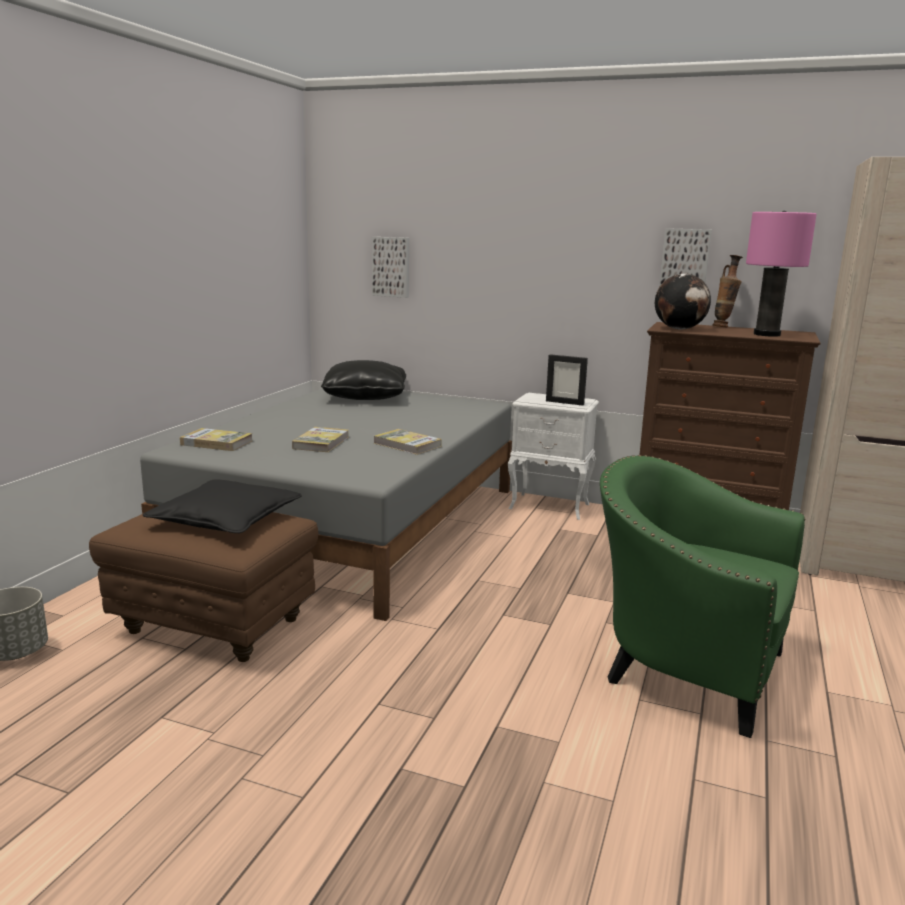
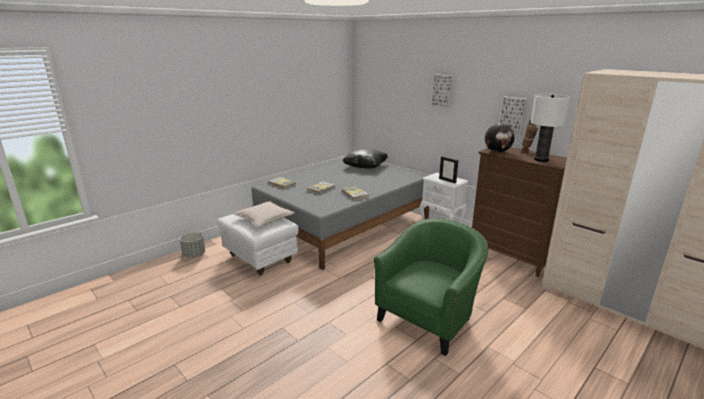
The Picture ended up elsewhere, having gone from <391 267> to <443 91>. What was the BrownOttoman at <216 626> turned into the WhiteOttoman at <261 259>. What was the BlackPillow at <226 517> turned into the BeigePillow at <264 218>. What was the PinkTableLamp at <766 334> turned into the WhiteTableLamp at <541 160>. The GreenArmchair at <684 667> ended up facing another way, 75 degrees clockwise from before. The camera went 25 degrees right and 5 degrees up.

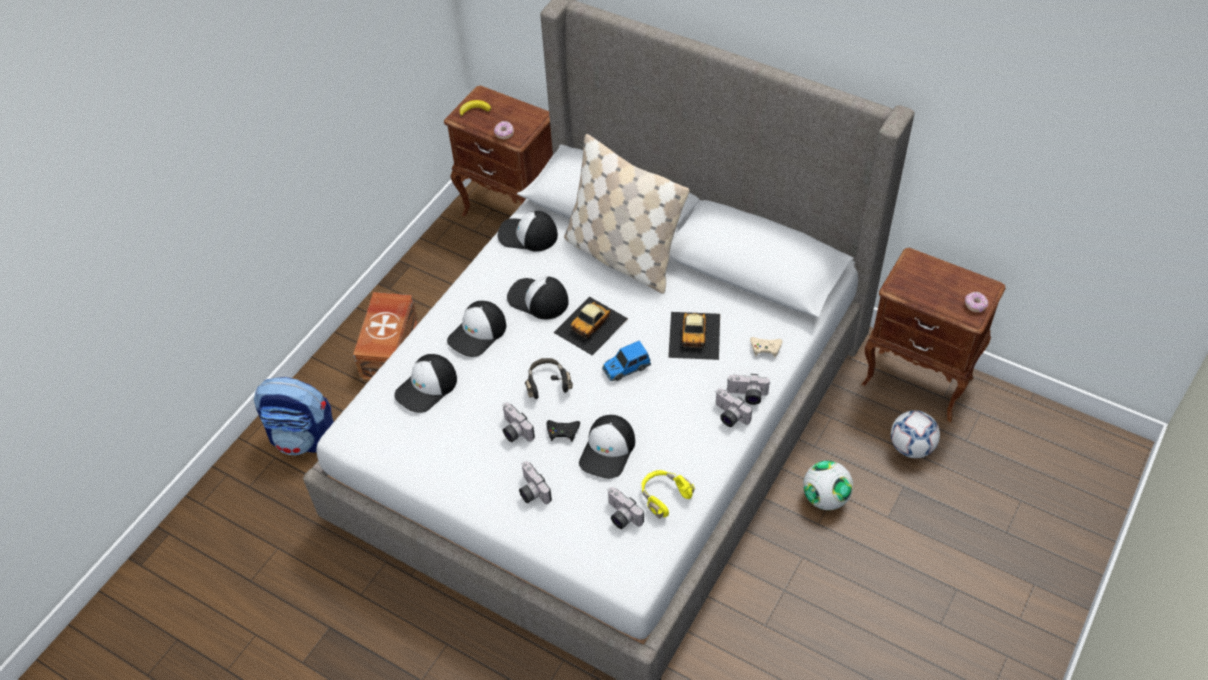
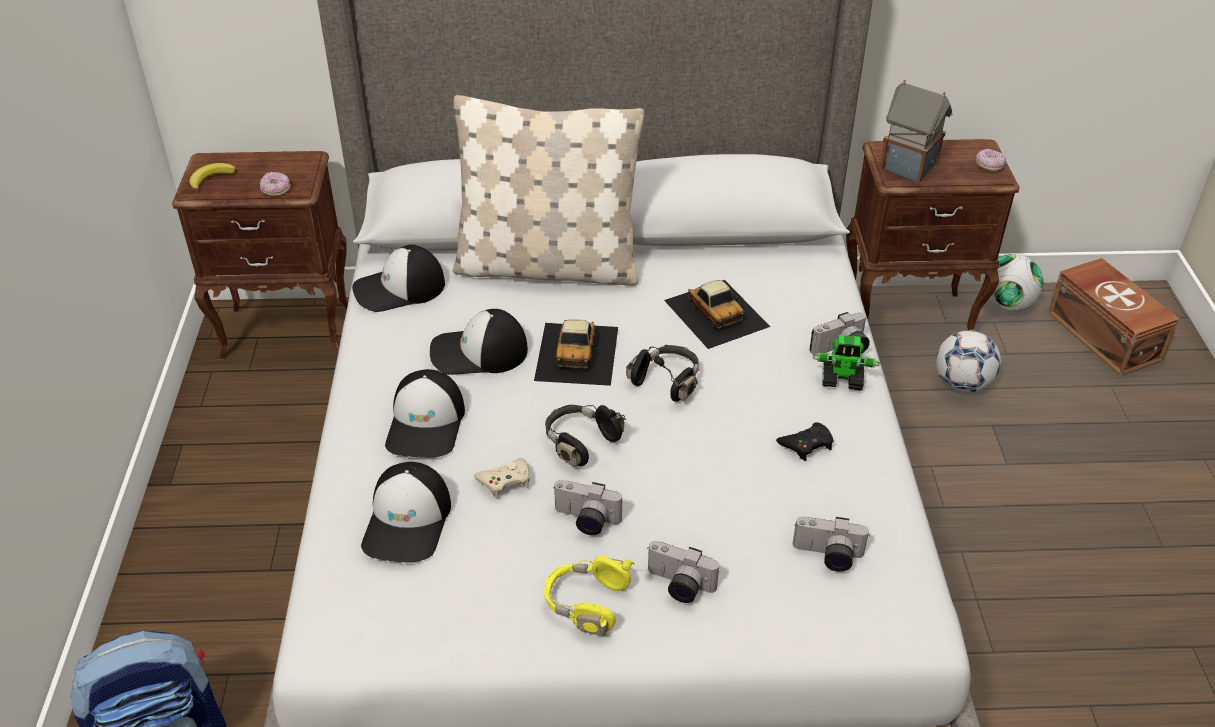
The second view lost the Cap at <608 451>. The second view gained the ToyHouse at <910 166>. The BrownStorageBox ended up elsewhere, having gone from <391 348> to <1103 334>. The BlackGameController ended up elsewhere, having gone from <562 431> to <806 444>. The YellowHeadphones ended up elsewhere, having gone from <664 497> to <587 604>. The BeigeGameController ended up elsewhere, having gone from <765 348> to <505 481>. The Football ended up elsewhere, having gone from <825 498> to <1006 305>. Where the ToyCar stood at <626 368>, the BlackHeadphones came to stand at <667 381>. Where the PhotoCamera stood at <729 416>, the ToyRobot came to stand at <842 380>. The camera went 35 degrees left and 10 degrees down.

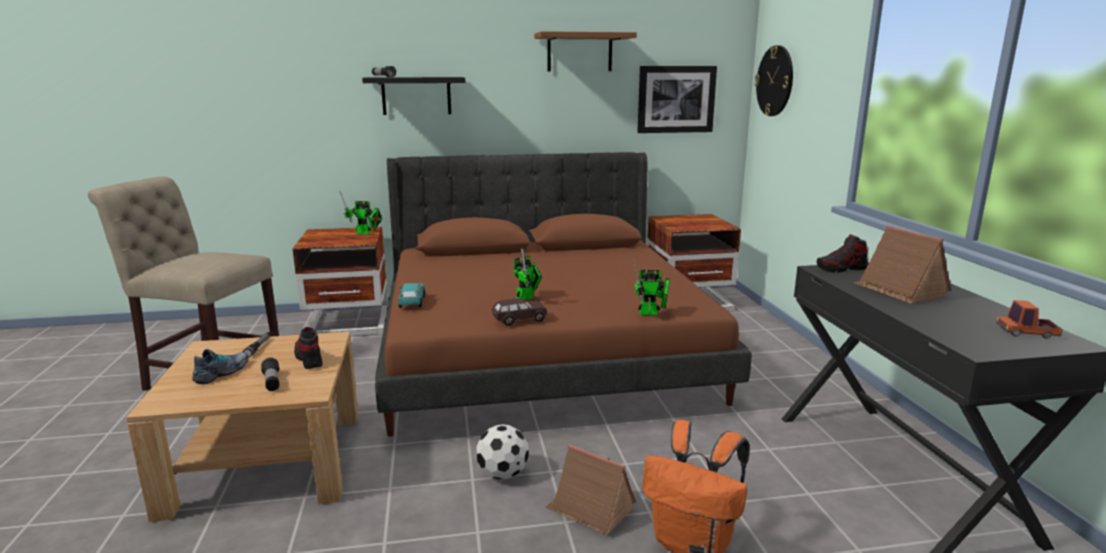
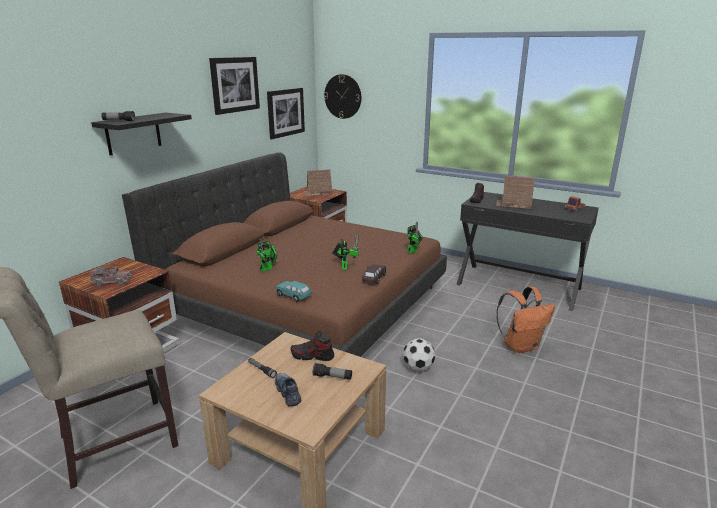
The second view gained the ToyTruck at <111 282>. The ToyRobot ended up elsewhere, having gone from <365 233> to <268 268>. The ToyHouse ended up elsewhere, having gone from <590 509> to <317 192>. Where the BrownShelf hung at <579 52>, the Picture came to hang at <234 84>. The camera went 50 degrees left and 5 degrees up.

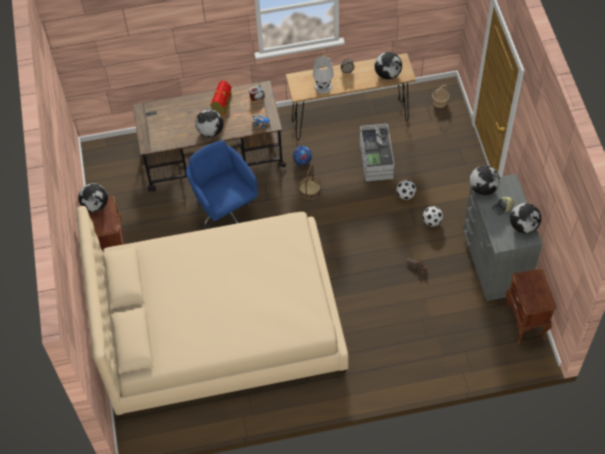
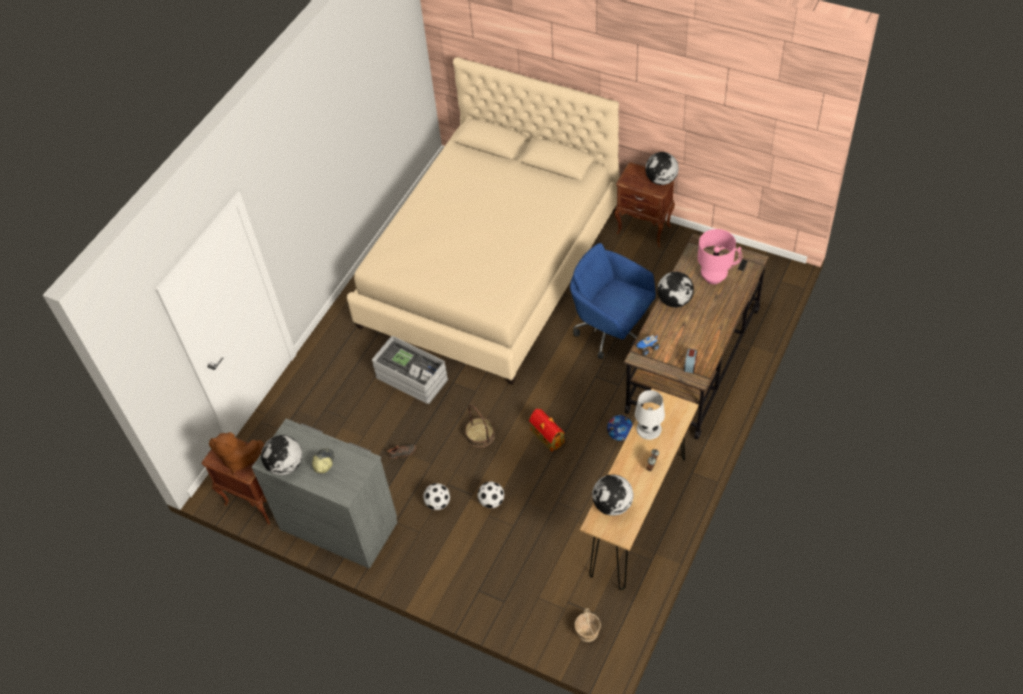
The second view lost the Globe at <483 188>. The second view gained the BrownPlushToy at <239 459>. The second view gained the PinkTableLamp at <719 269>. The ToyHouse ended up elsewhere, having gone from <221 105> to <547 436>. The Basket ended up elsewhere, having gone from <309 190> to <480 435>. The GreyStorageBox ended up elsewhere, having gone from <375 159> to <412 377>. The BlueOfficeChair at <225 212> ended up facing another way, 150 degrees counterclockwise from before. The camera went 130 degrees right and 5 degrees down.

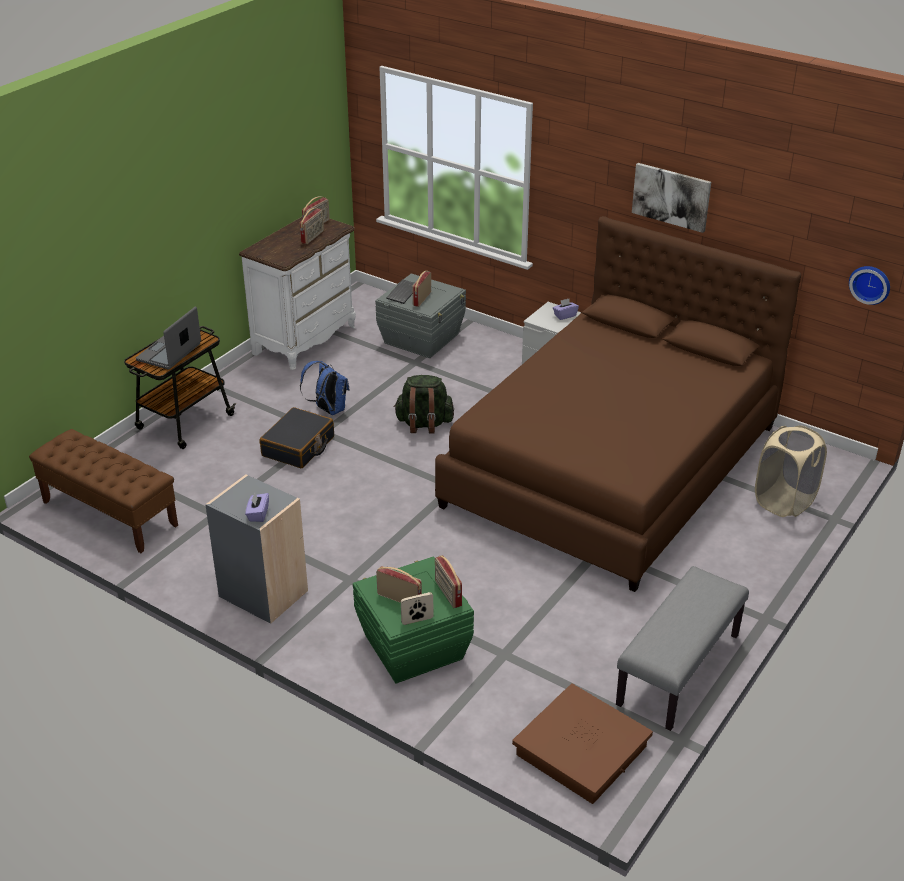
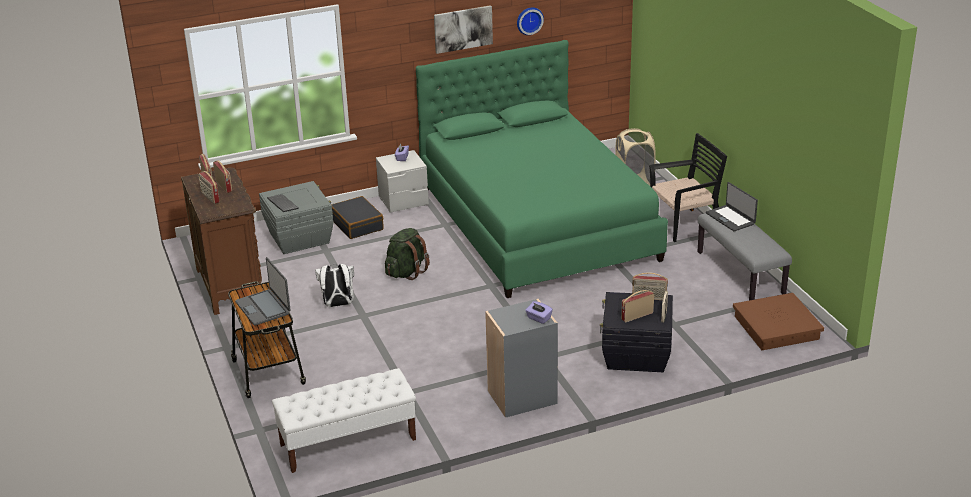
The second view gained the BlackArmchair at <684 225>. The second view gained the Laptop at <730 218>. The BlackSuitcase ended up elsewhere, having gone from <298 447> to <357 225>. The Radio ended up elsewhere, having gone from <421 298> to <209 197>. The WallClock ended up elsewhere, having gone from <870 283> to <529 20>. What was the BrownBench at <109 513> turned into the WhiteBench at <347 442>. What was the WhiteDresser at <306 340> turned into the BrownDresser at <231 285>. What was the BlueBackpack at <328 410> turned into the WhiteBackpack at <338 304>. What was the GreenStorageBox at <412 647> turned into the BlackStorageBox at <635 355>. What was the BrownBed at <612 466> turned into the GreenBed at <537 222>. The camera went 55 degrees left and 5 degrees down.

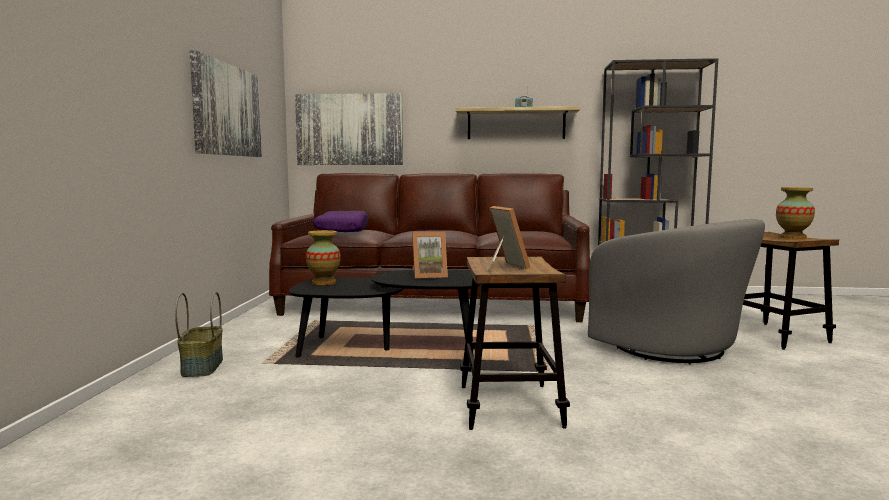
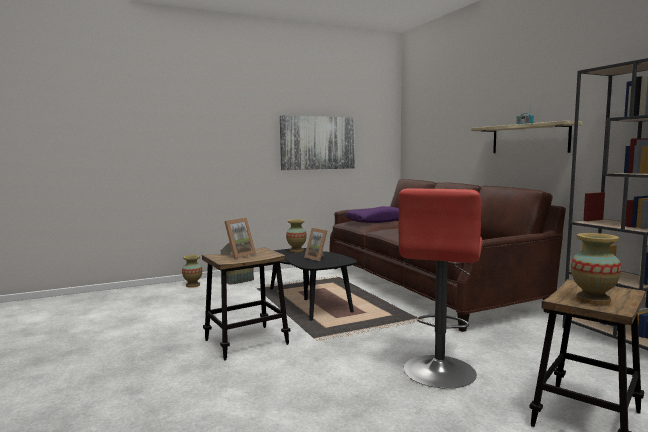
The second view lost the Picture at <349 129>. The second view gained the Vase at <193 285>. Where the GreyArmchair stood at <670 348>, the RedStool came to stand at <438 371>. The camera went 60 degrees right and 0 degrees up.

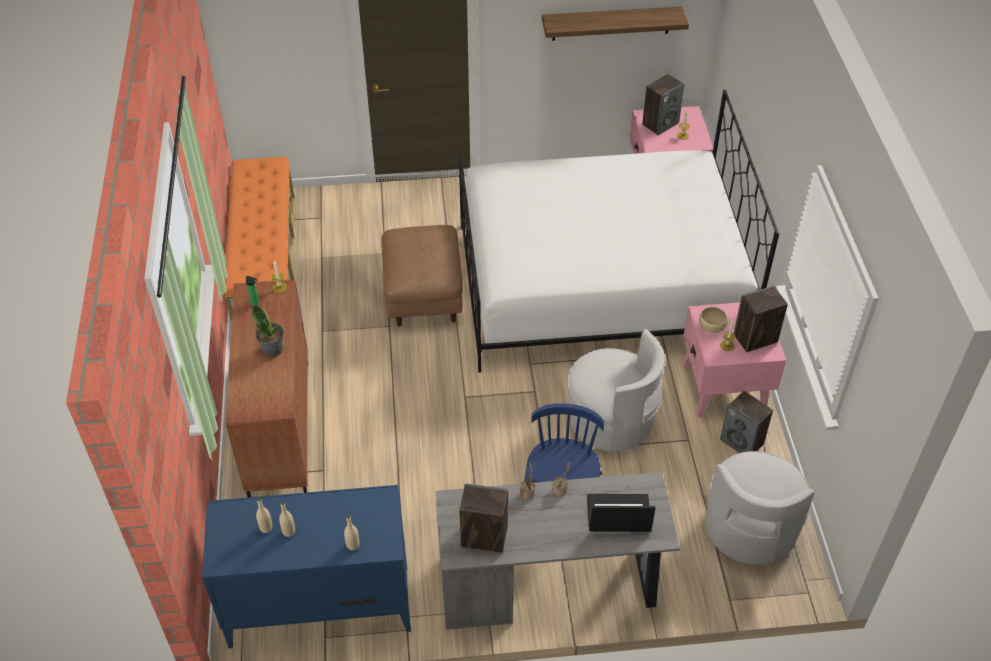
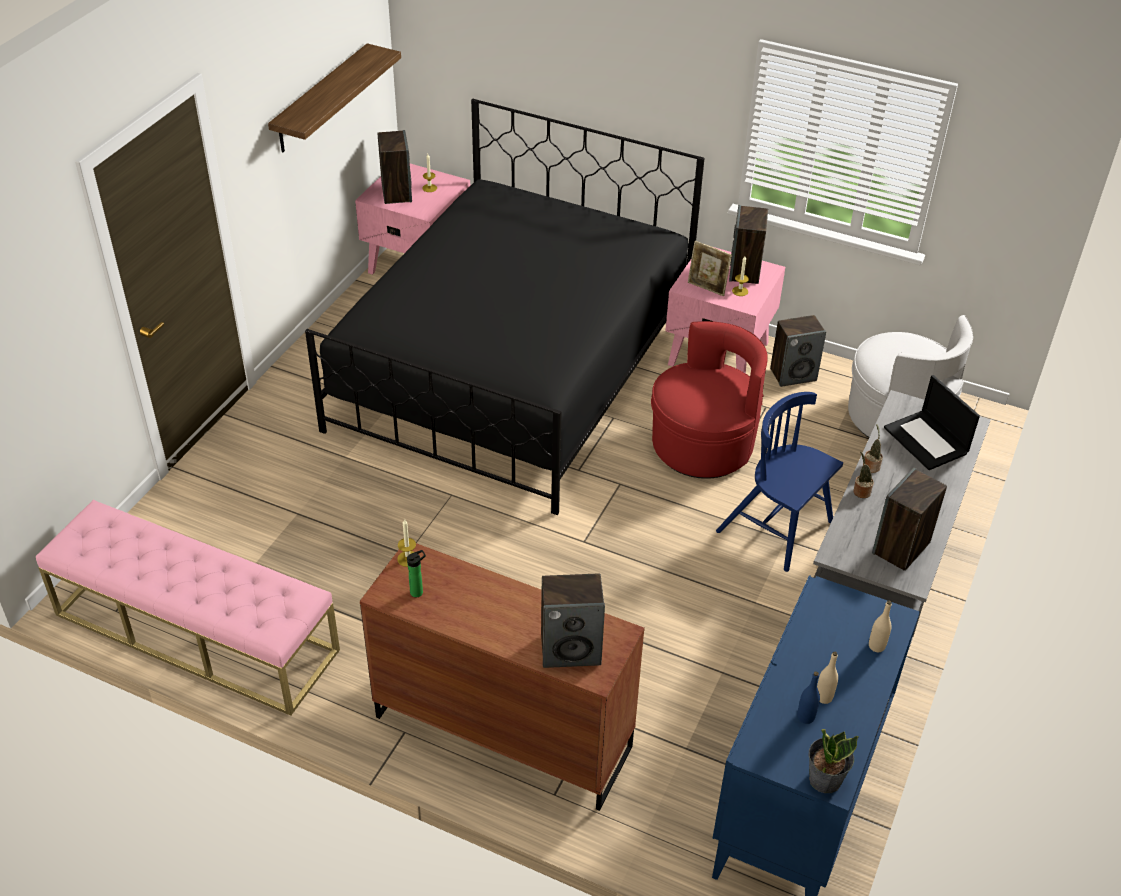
The second view lost the BrownOttoman at <424 298>. The second view gained the Speaker at <571 649>. The PottedPlant ended up elsewhere, having gone from <273 349> to <824 779>. Where the BeigeBowl stood at <712 325>, the PictureFrame came to stand at <707 288>. What was the OrangeBench at <265 261> turned into the PinkBench at <196 632>. What was the BeigeBottle at <266 528> turned into the BlueBottle at <805 717>. What was the WhiteBed at <600 285> turned into the BlackBed at <514 370>. What was the WhiteArmchair at <610 420> turned into the RedArmchair at <701 447>. The Laptop at <618 514> ended up facing another way, 60 degrees counterclockwise from before. The camera went 60 degrees left and 5 degrees down.

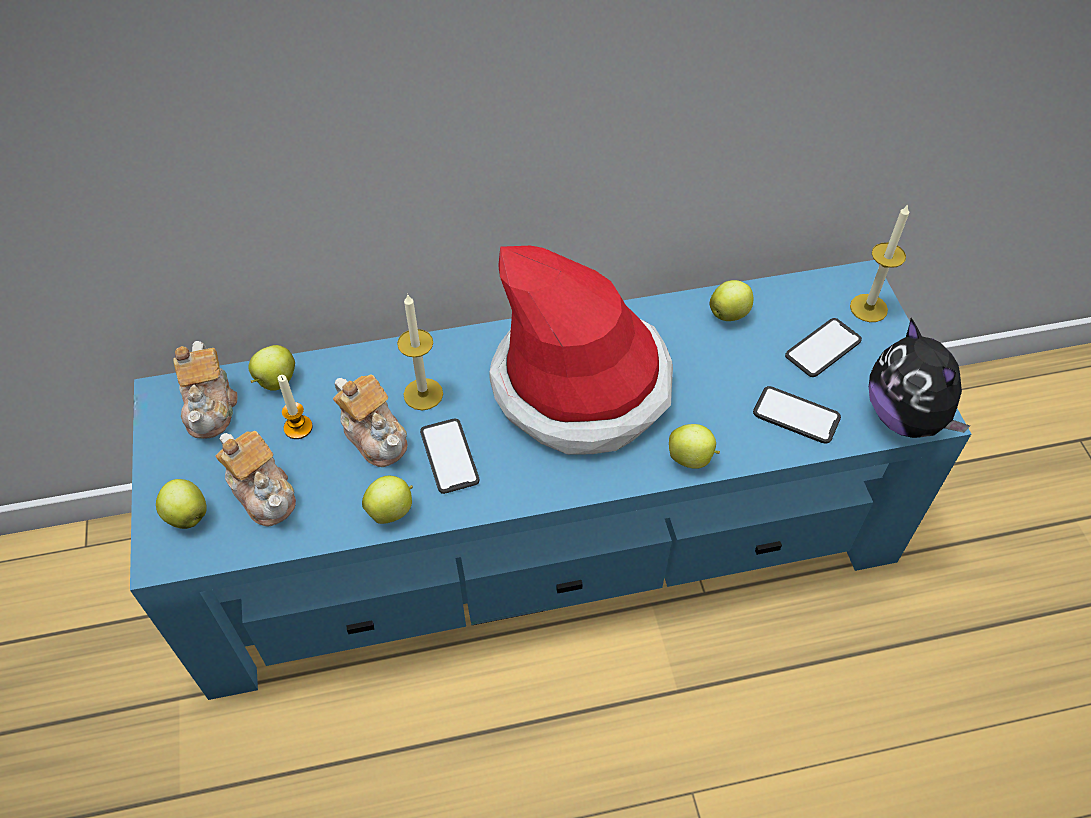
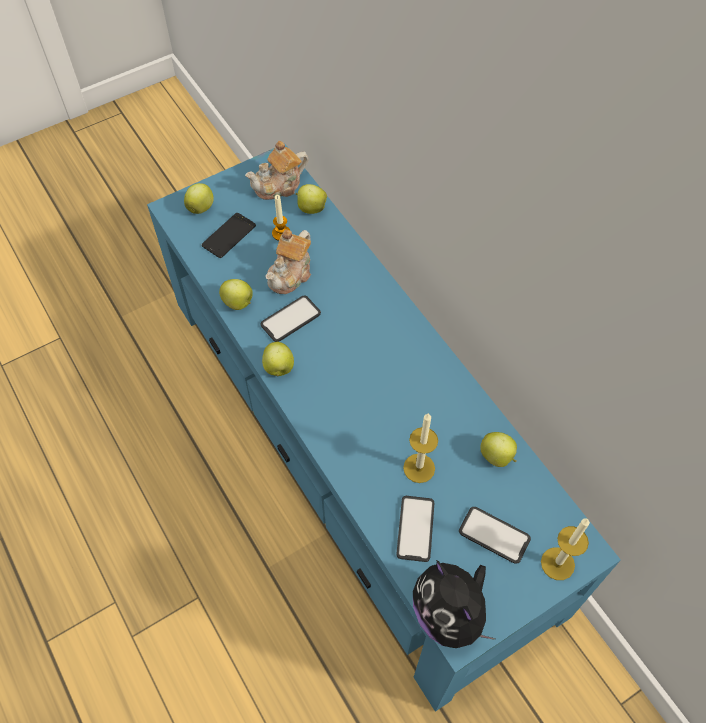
The second view lost the Hat at <581 385>. The Candle ended up elsewhere, having gone from <423 394> to <419 468>. The Apple ended up elsewhere, having gone from <691 458> to <279 368>. Where the Teapot stood at <263 492>, the Phone came to stand at <229 236>. The PlushToy at <905 417> ended up facing another way, 75 degrees counterclockwise from before. The camera went 70 degrees right and 5 degrees up.

